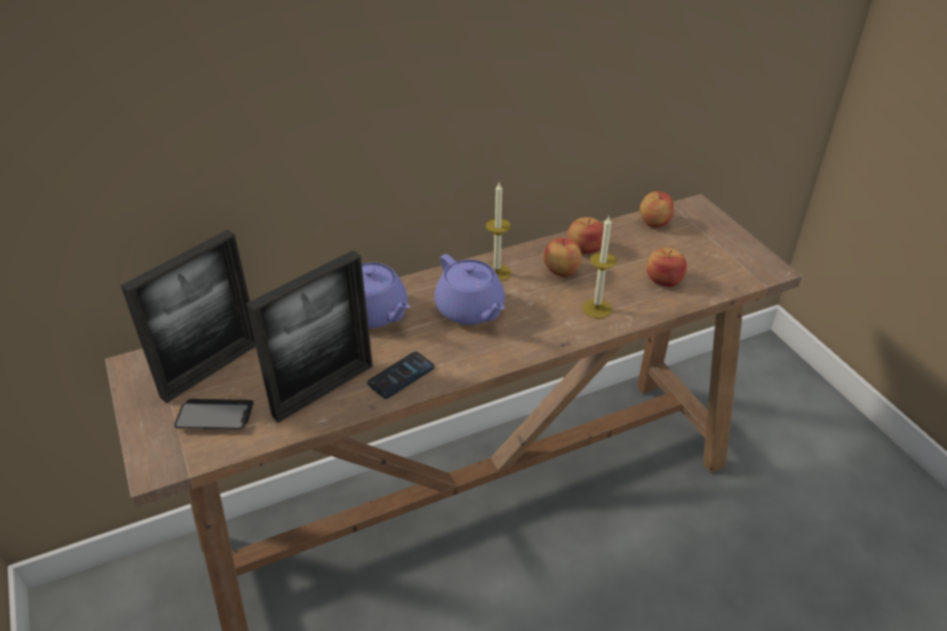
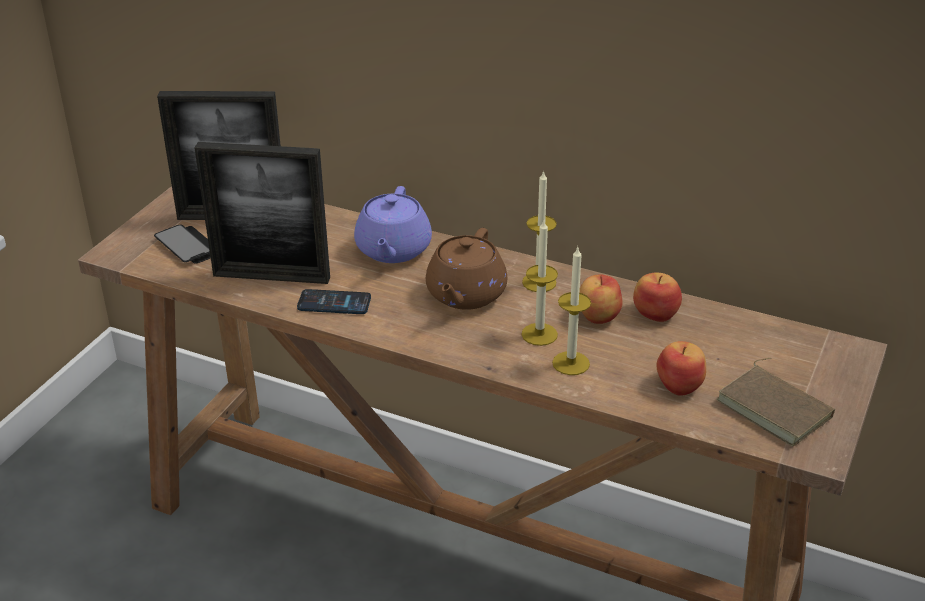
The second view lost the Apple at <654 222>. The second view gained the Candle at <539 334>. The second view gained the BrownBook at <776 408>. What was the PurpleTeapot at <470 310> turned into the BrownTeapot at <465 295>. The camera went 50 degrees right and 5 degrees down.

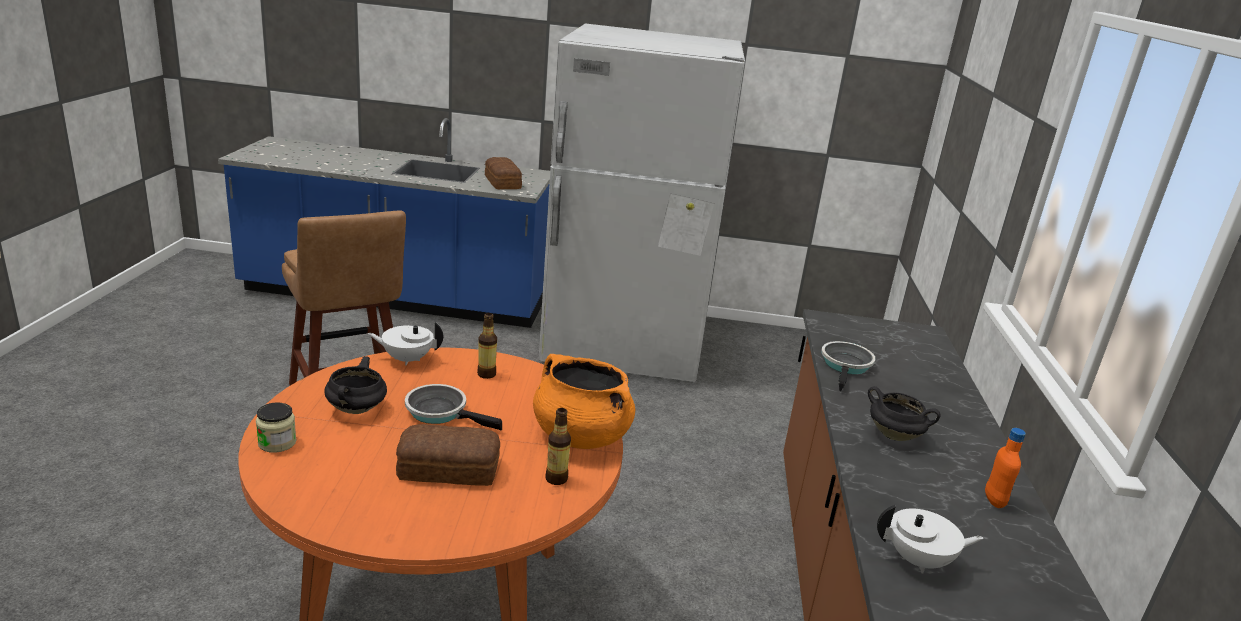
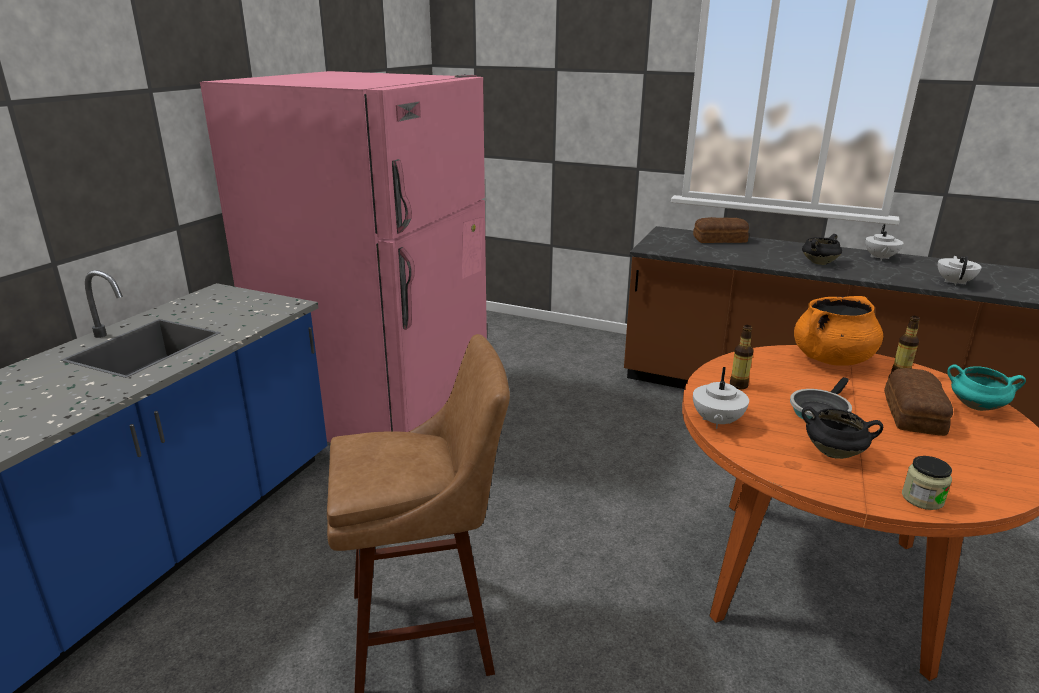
The second view lost the FryingPan at <846 366>. The second view gained the TurquoiseCookingPot at <975 407>. The Bread ended up elsewhere, having gone from <502 182> to <720 240>. Where the OrangeBottle stood at <994 500>, the WhiteTeapot came to stand at <880 258>. What was the WhiteFridge at <625 339> turned into the PinkFridge at <380 407>. The camera went 70 degrees left and 0 degrees up.

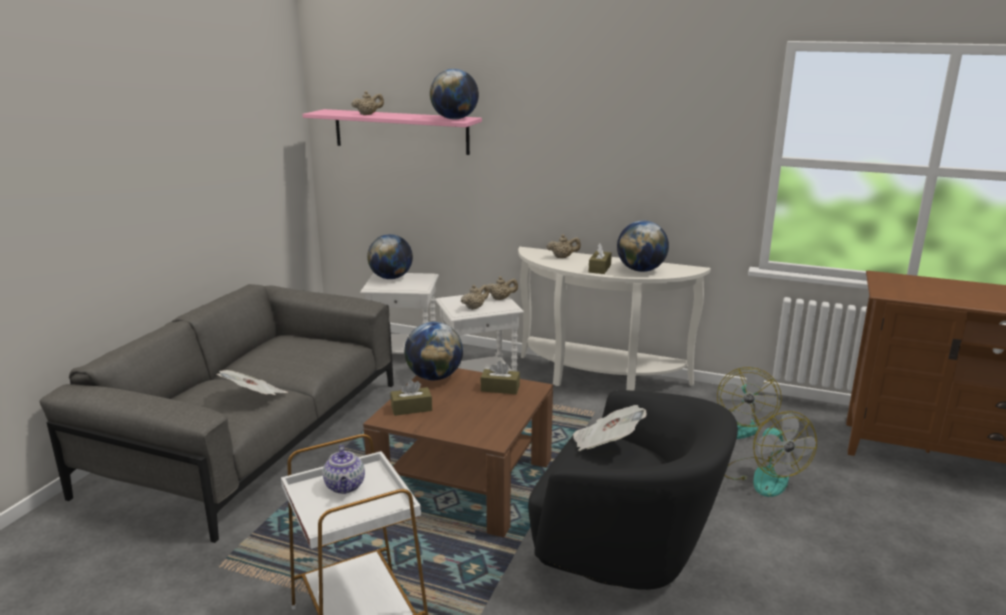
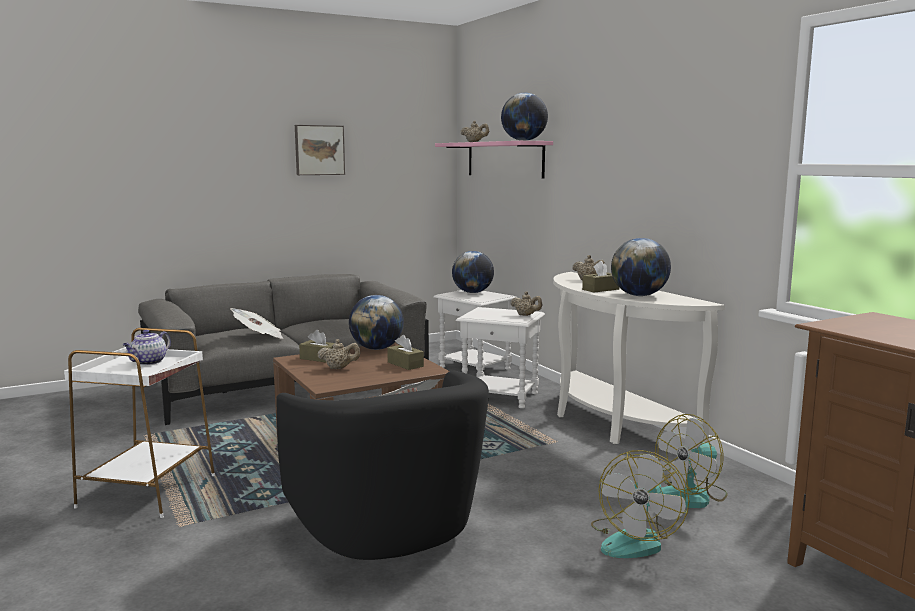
The second view gained the Picture at <319 150>. The BeigeTeapot ended up elsewhere, having gone from <474 307> to <339 368>. The camera went 40 degrees right and 10 degrees down.

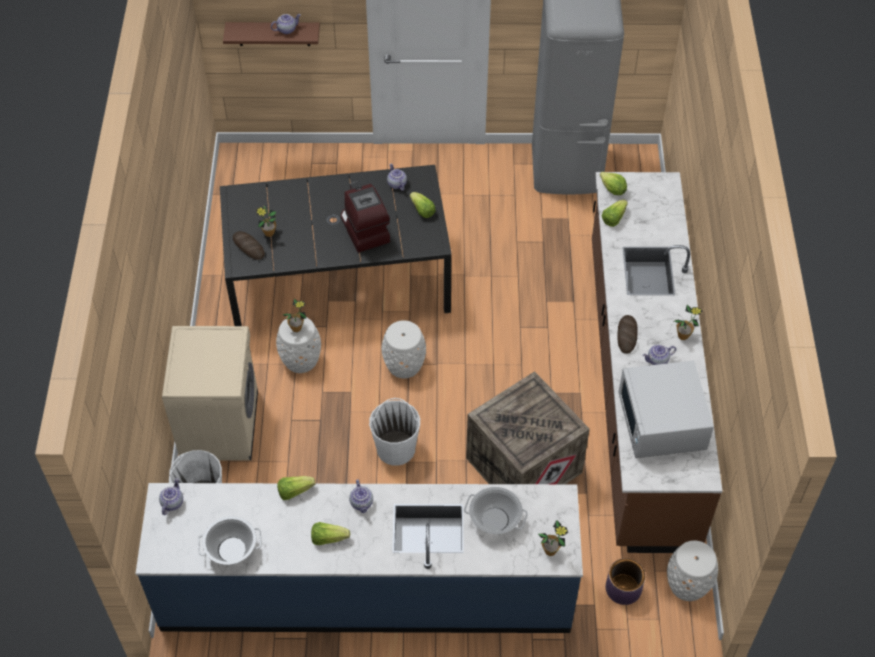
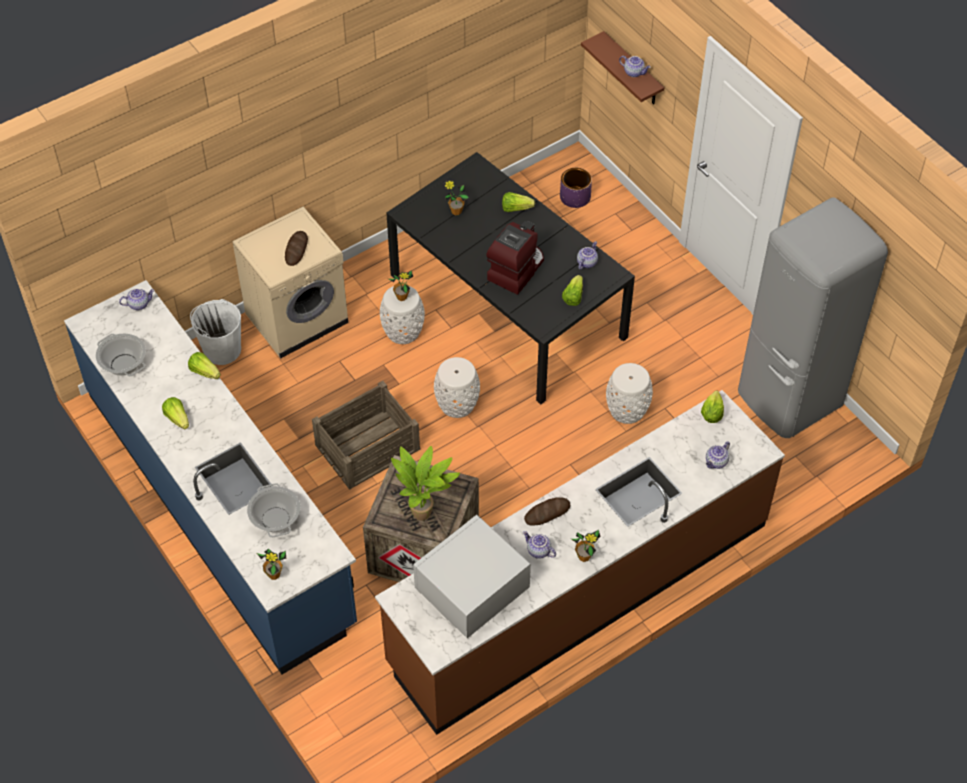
The second view gained the PottedPlant at <424 513>. The Bread ended up elsewhere, having gone from <248 247> to <296 250>. The Teapot ended up elsewhere, having gone from <362 503> to <716 462>. The Lettuce ended up elsewhere, having gone from <613 218> to <516 208>. The PurplePlanter ended up elsewhere, having gone from <623 589> to <574 197>. The WhiteStool ended up elsewhere, having gone from <688 584> to <627 410>. Where the WhiteBucket stood at <396 448>, the Crate came to stand at <368 447>. The camera went 55 degrees right and 0 degrees up.

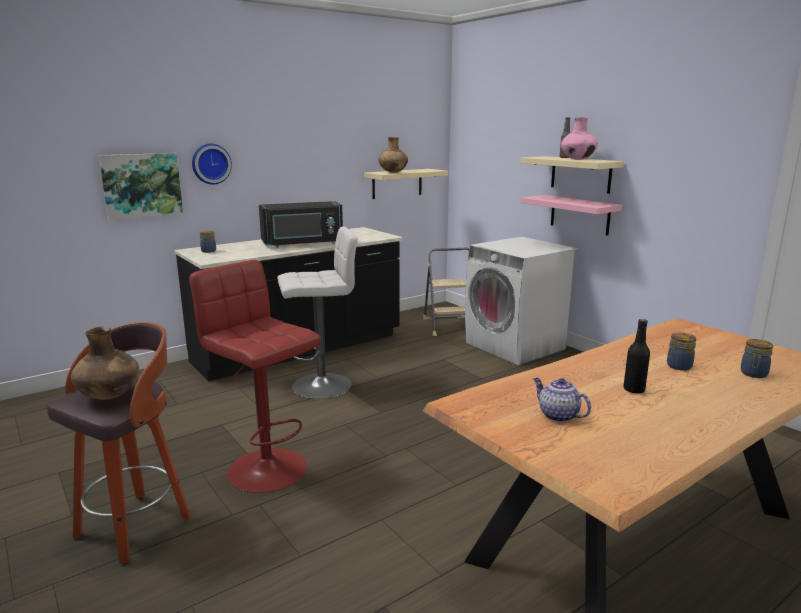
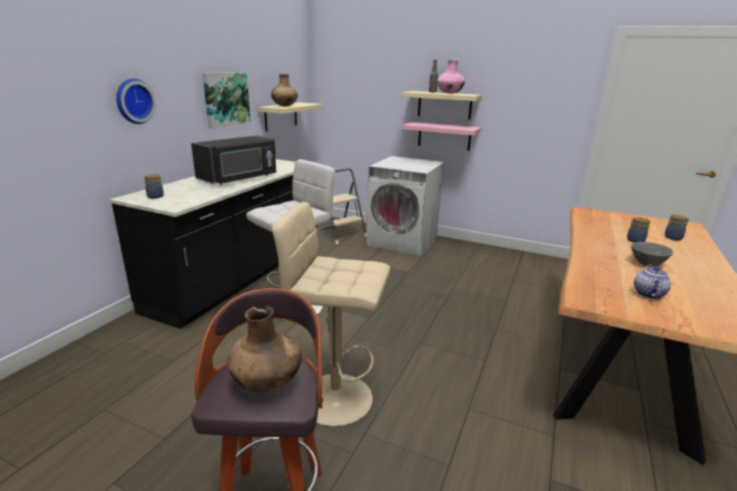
The Picture ended up elsewhere, having gone from <142 185> to <226 99>. Where the BlackBottle stood at <634 390>, the GreyBowl came to stand at <646 263>. What was the RedStool at <267 469> turned into the BeigeStool at <335 398>. The Teapot at <557 415> ended up facing another way, 90 degrees clockwise from before. The camera went 30 degrees left and 5 degrees up.

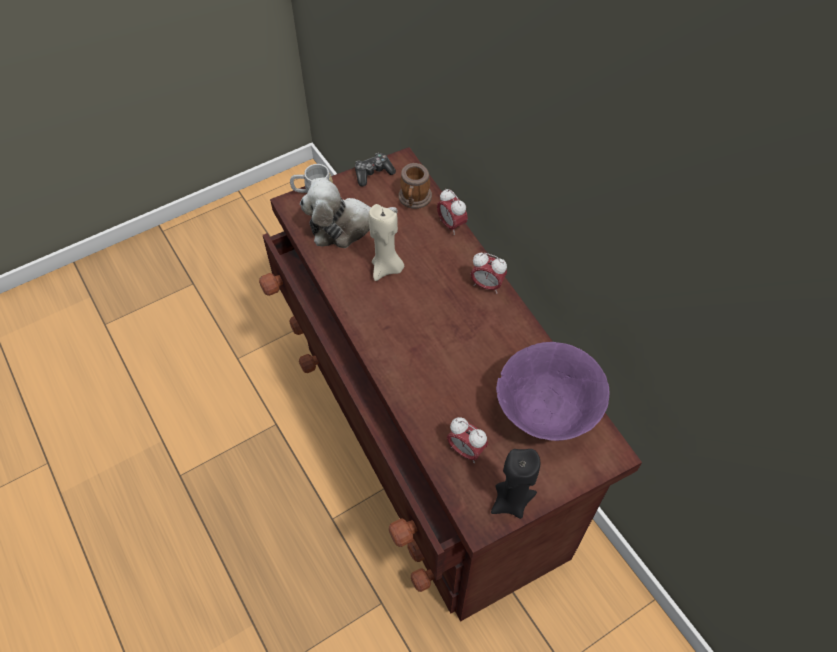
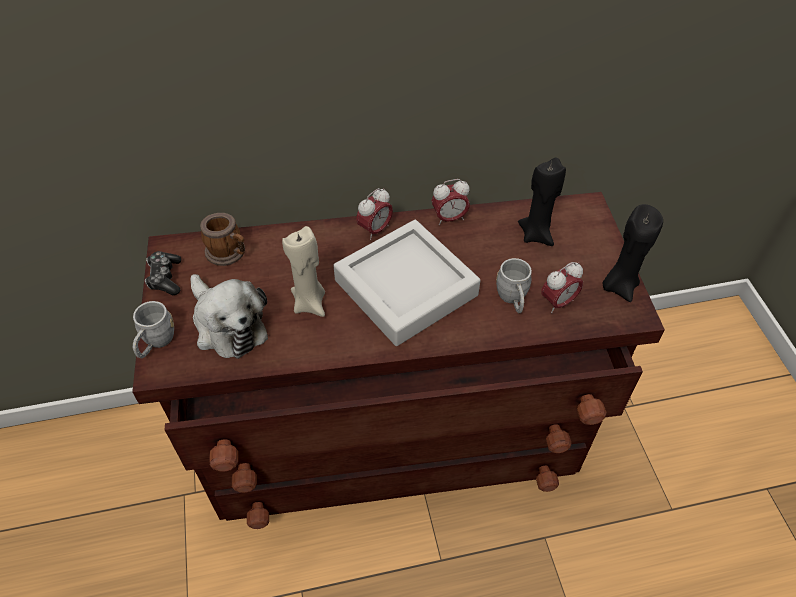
The second view gained the GreyTray at <406 288>. The second view gained the GreyMug at <512 300>. The AlarmClock ended up elsewhere, having gone from <451 225> to <449 218>. Where the PurpleBowl stood at <545 414>, the BlackCandle came to stand at <536 234>. The PlushToy at <345 226> ended up facing another way, 45 degrees counterclockwise from before. The camera went 70 degrees left and 5 degrees down.

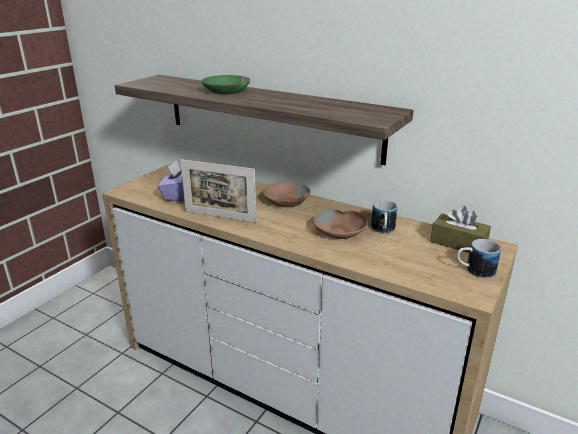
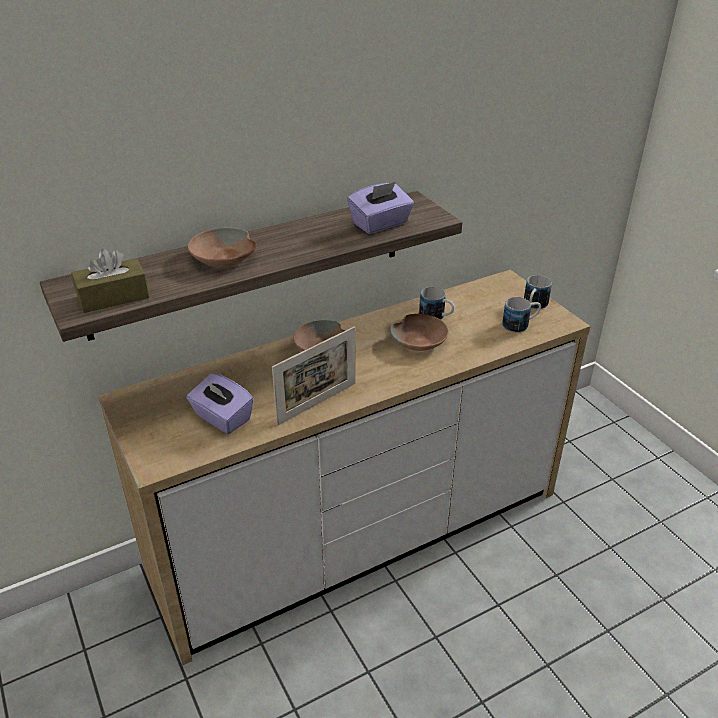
The second view gained the PurpleTissueBox at <380 224>. The second view gained the Mug at <520 325>. The BrownTissueBox ended up elsewhere, having gone from <458 243> to <113 297>. What was the GreenBowl at <225 91> turned into the BrownBowl at <223 258>. The camera went 60 degrees left and 10 degrees up.

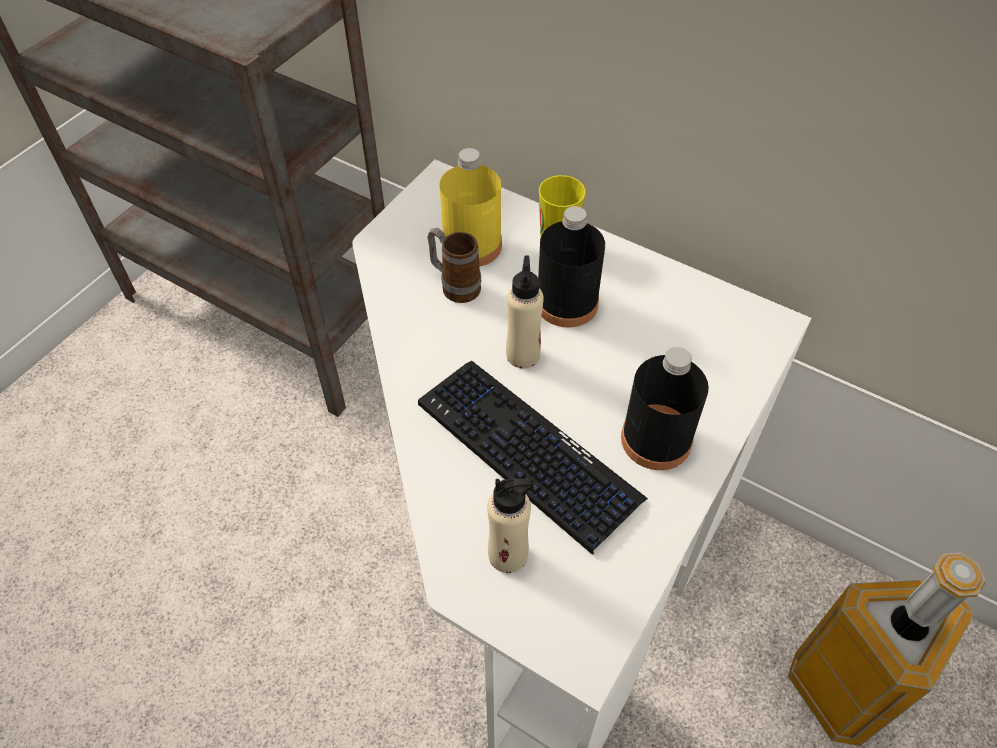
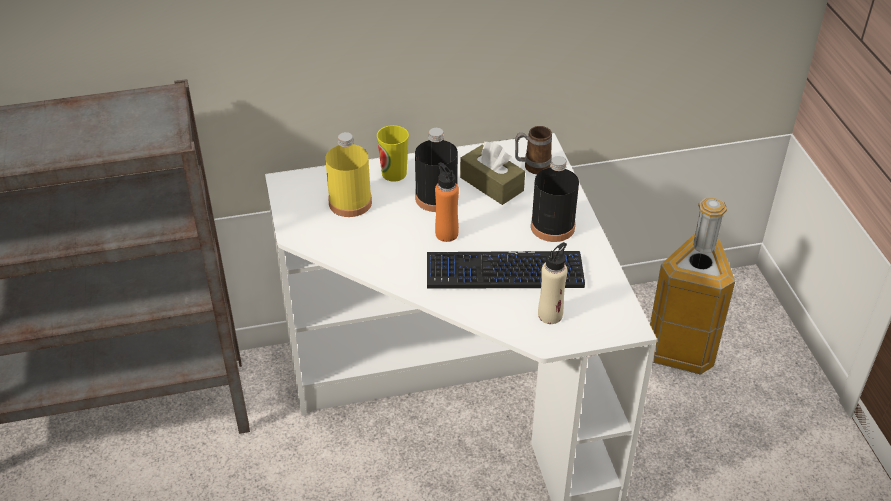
The second view gained the BrownTissueBox at <491 184>. The Mug ended up elsewhere, having gone from <455 285> to <532 167>. What was the BeigeBottle at <523 355> turned into the OrangeBottle at <446 234>. The camera went 45 degrees left and 10 degrees down.

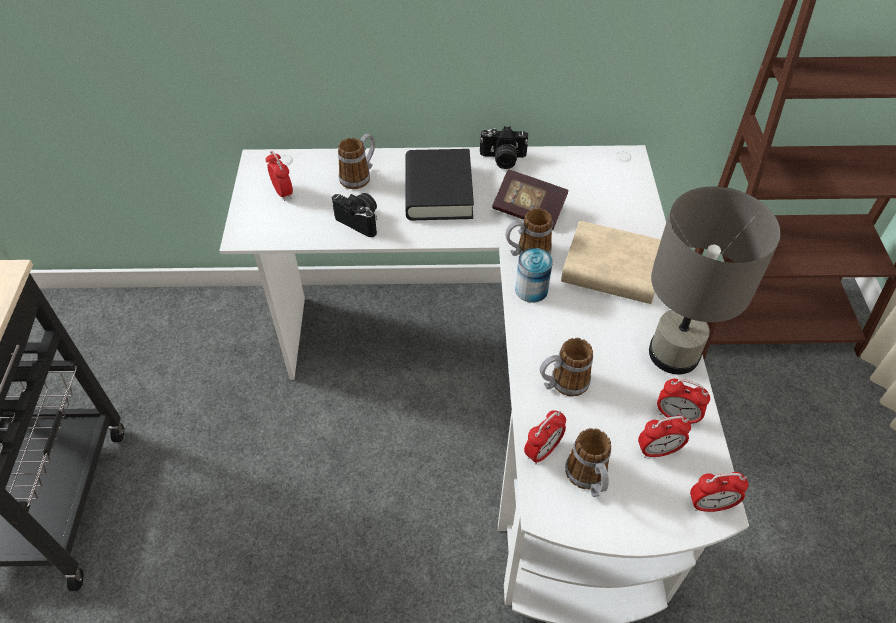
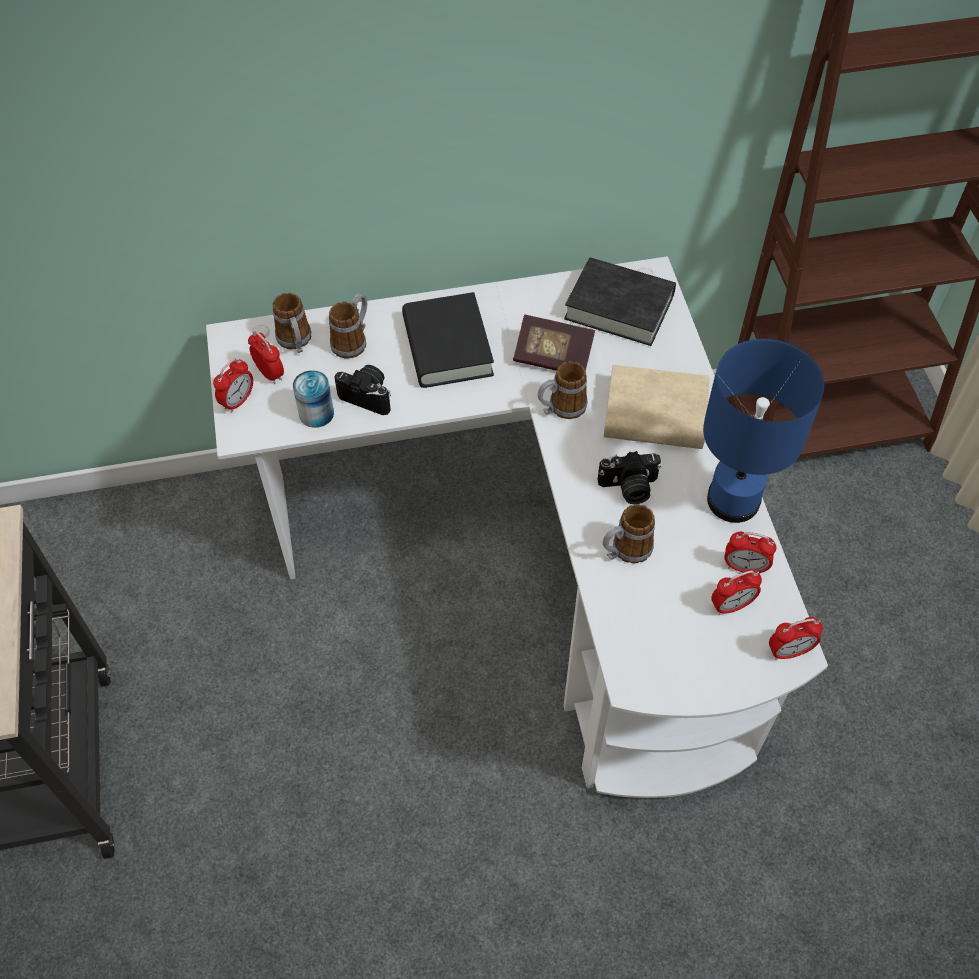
The second view gained the BlackBook at <619 307>. The PhotoCamera ended up elsewhere, having gone from <502 159> to <629 488>. The Can ended up elsewhere, having gone from <531 290> to <316 413>. The AlarmClock ended up elsewhere, having gone from <542 451> to <238 401>. The Mug ended up elsewhere, having gone from <588 479> to <296 342>. What was the GreyTableLamp at <674 353> turned into the BlueTableLamp at <733 499>. The camera went 10 degrees left and 5 degrees up.

